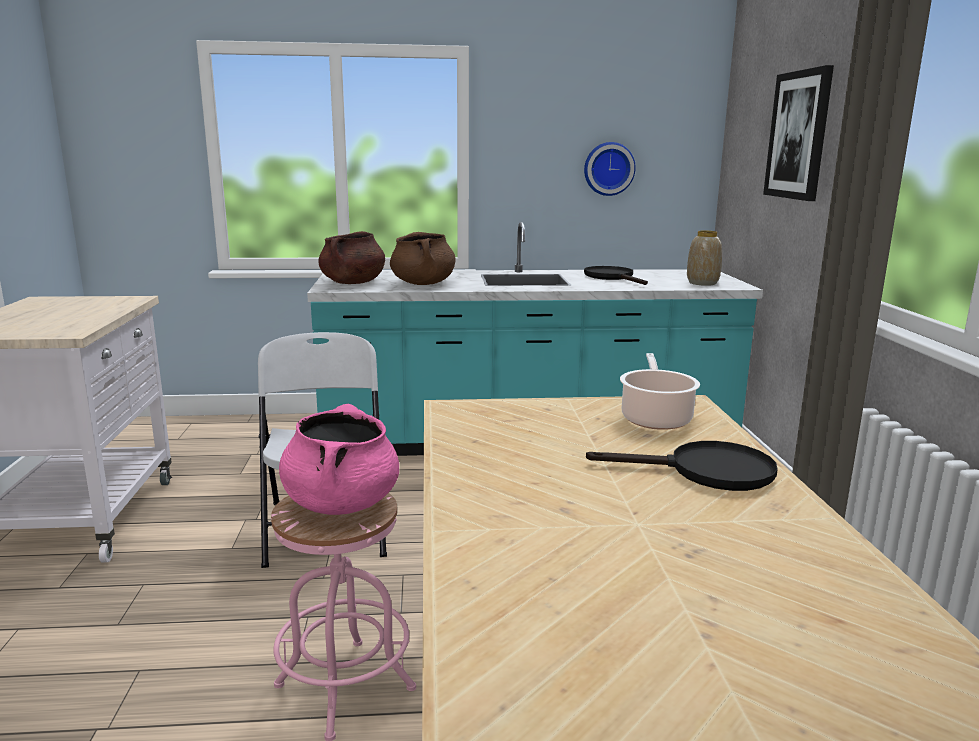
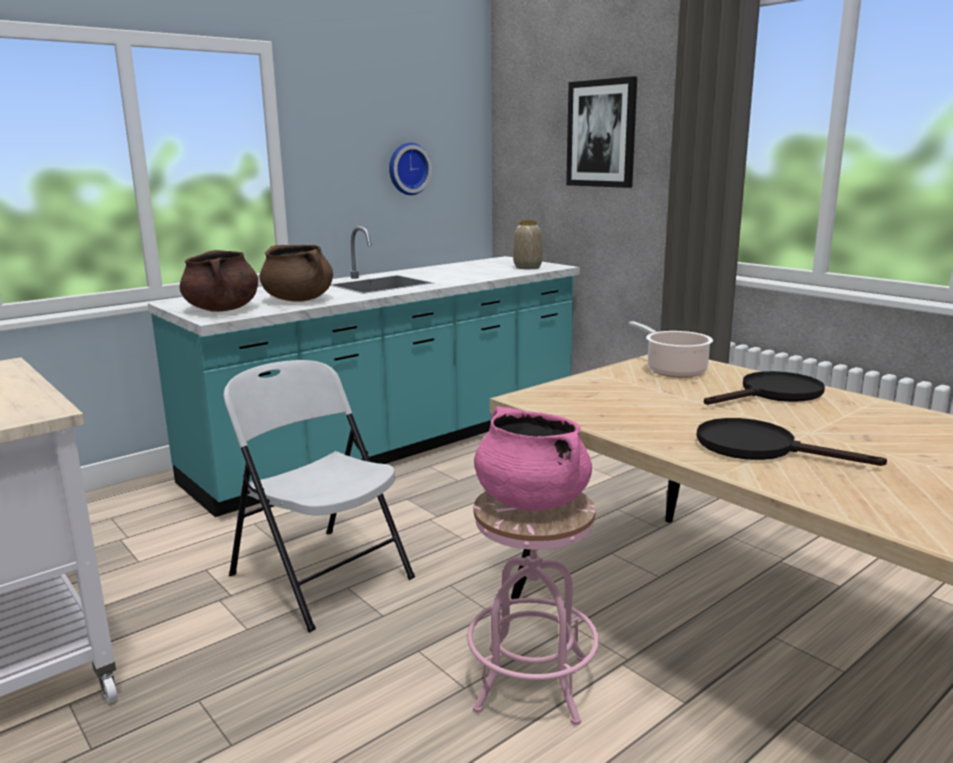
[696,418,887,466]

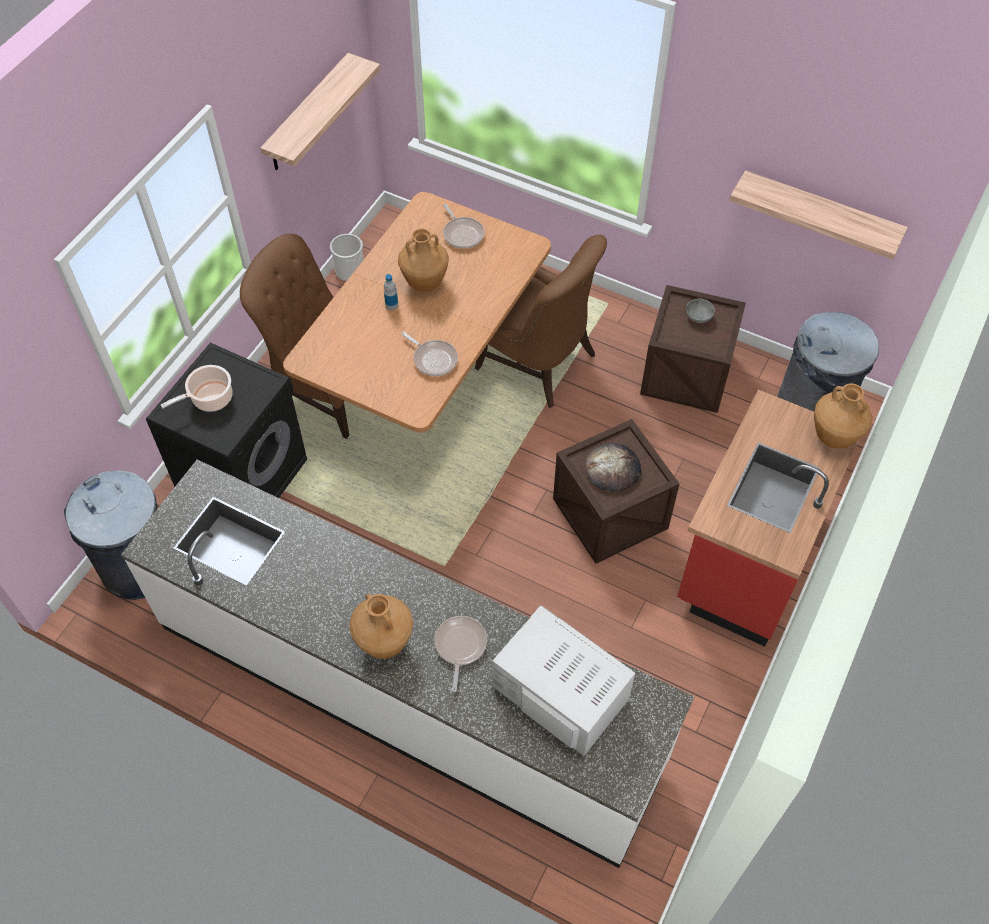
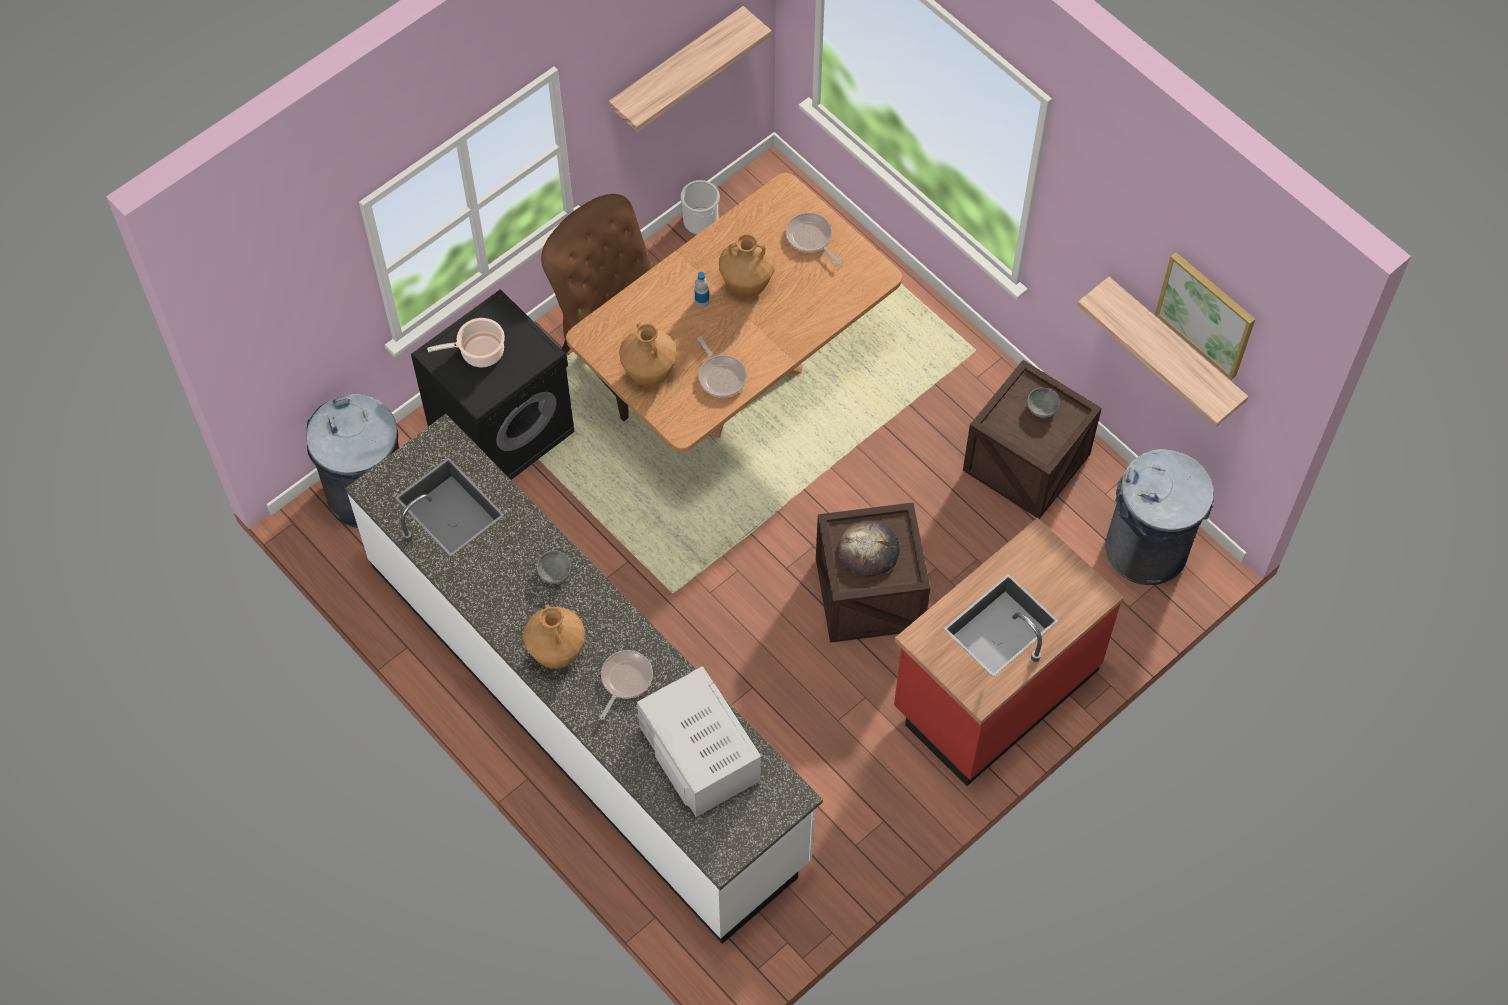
[786,213,841,265]
[475,234,607,408] (first image)
[619,323,677,387]
[537,550,571,584]
[1155,252,1255,380]

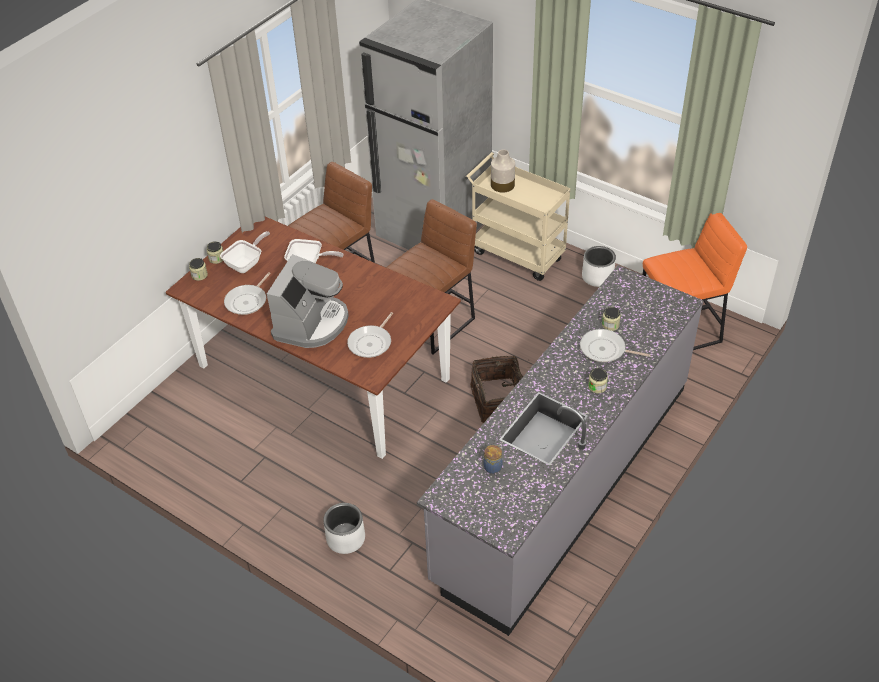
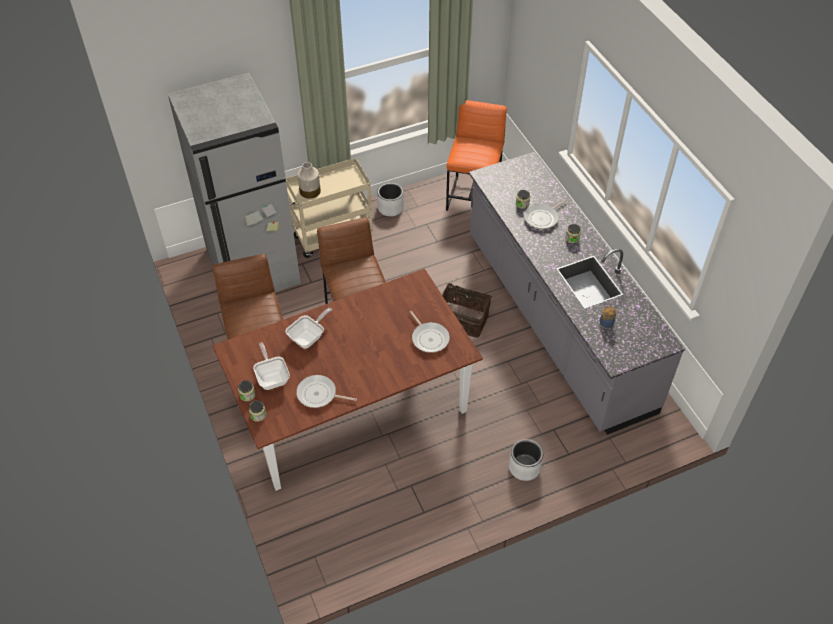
[296,375,357,408]
[267,254,349,348] (first image)

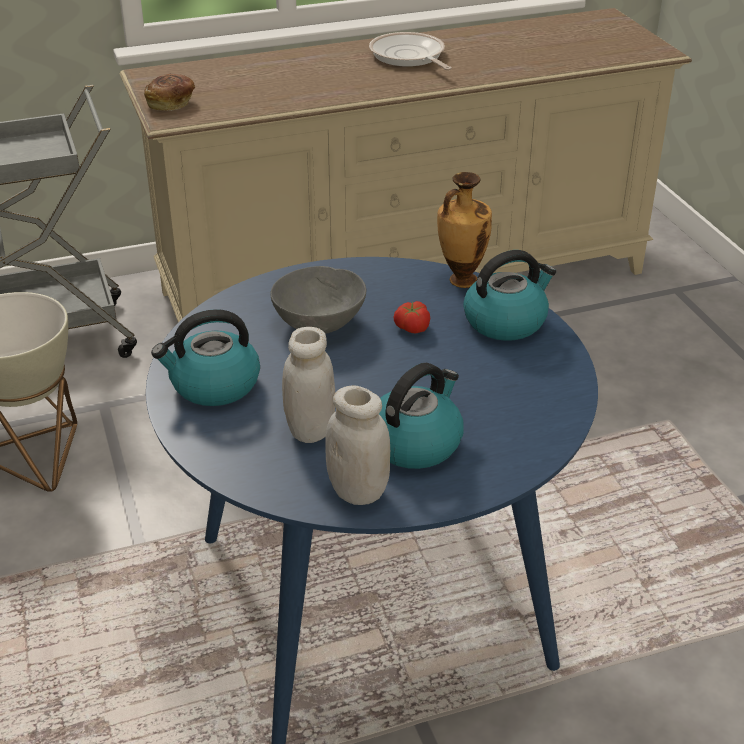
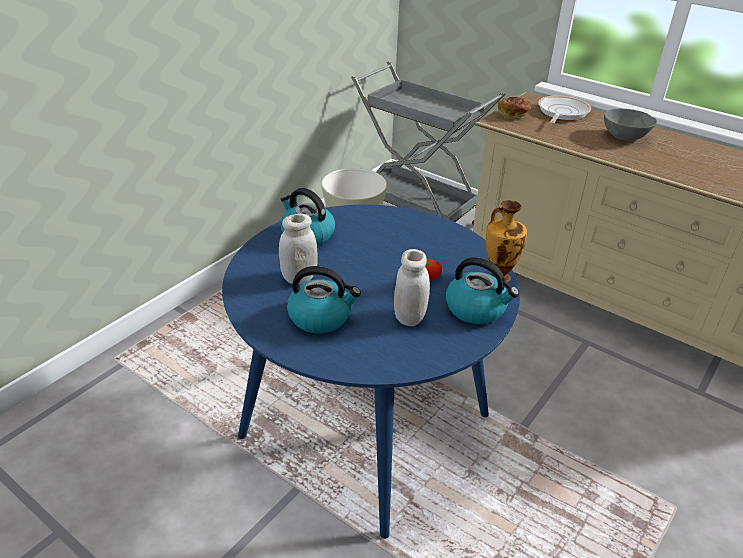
[604,109,657,141]
[394,249,430,326]
[538,96,591,123]

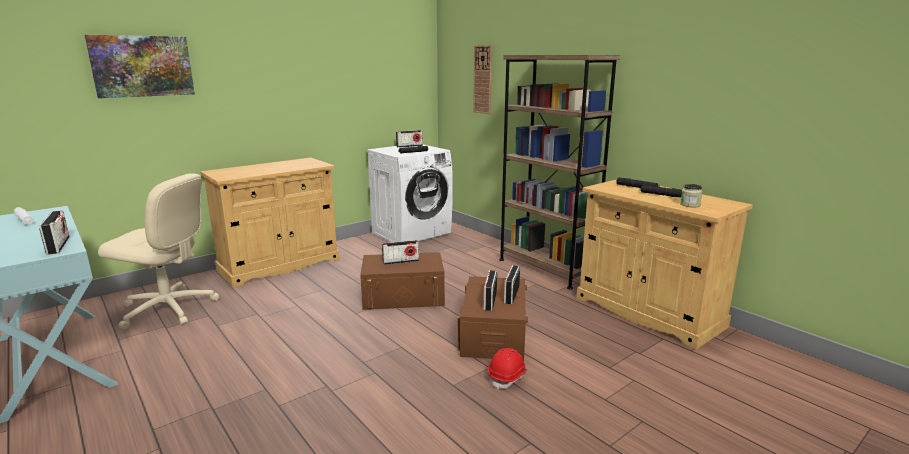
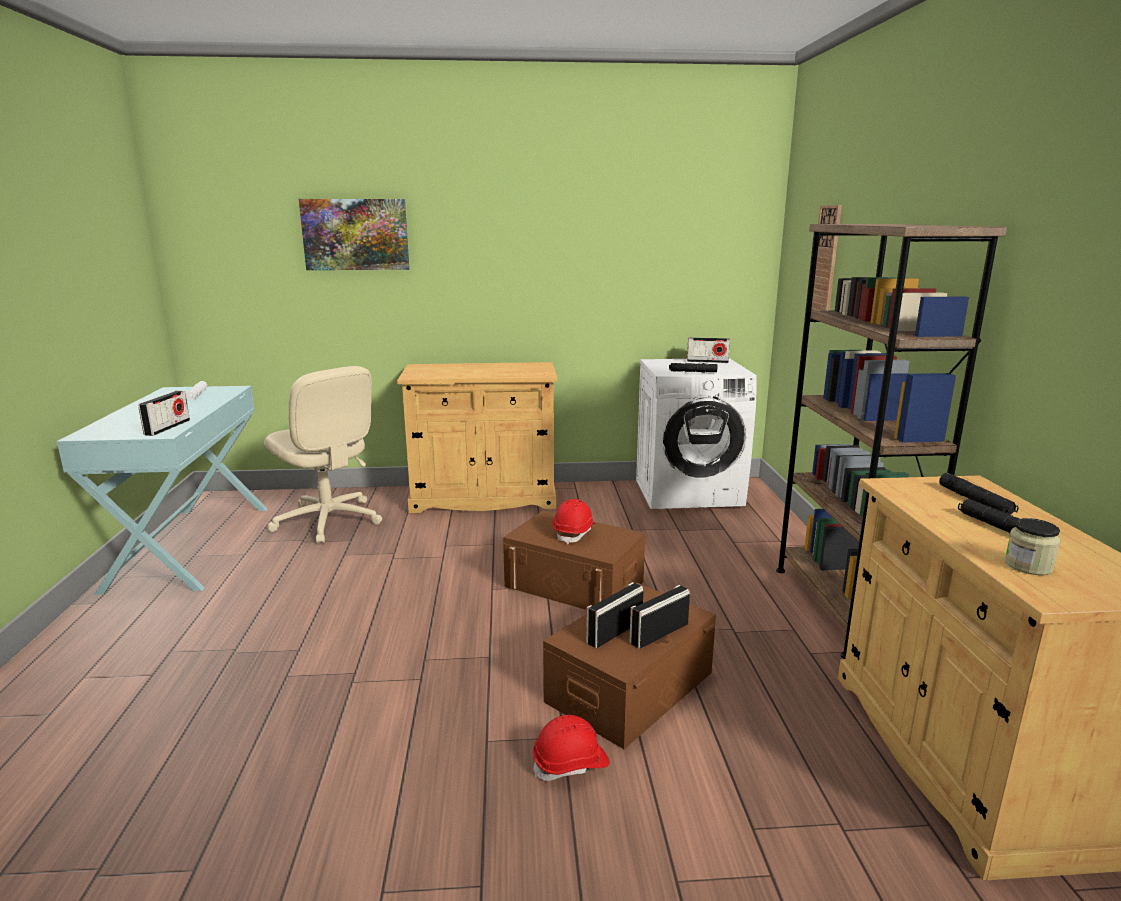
[552,499,595,545]

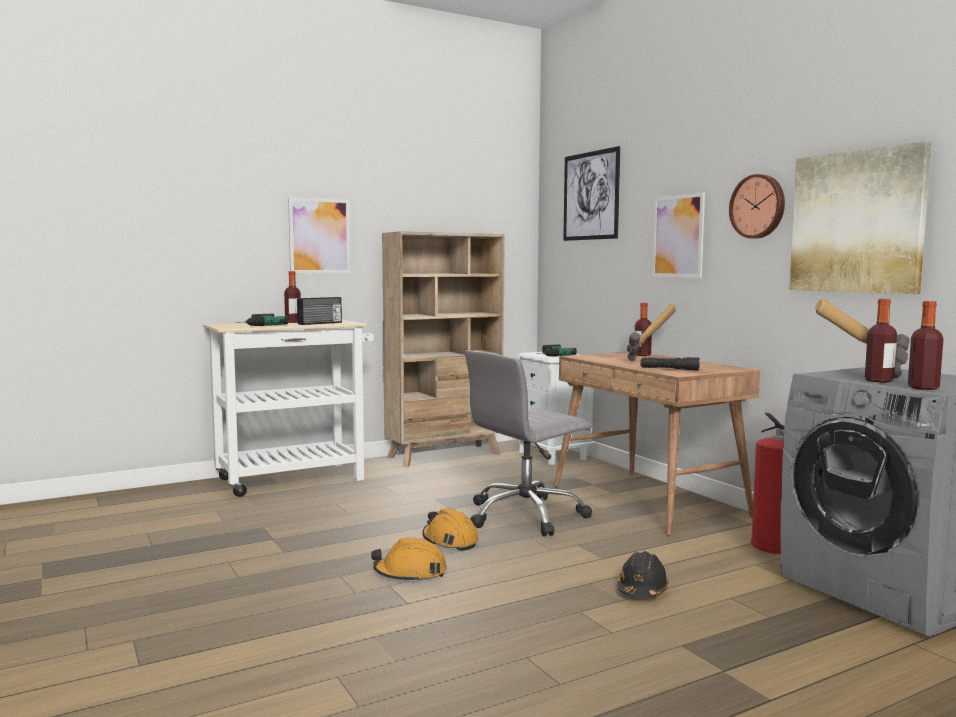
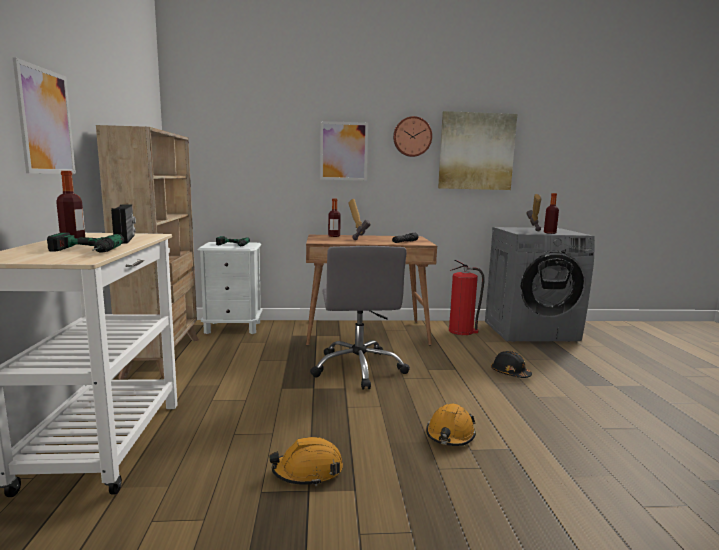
[269,437,343,486]
[563,146,620,241] (first image)
[908,301,943,390] (first image)

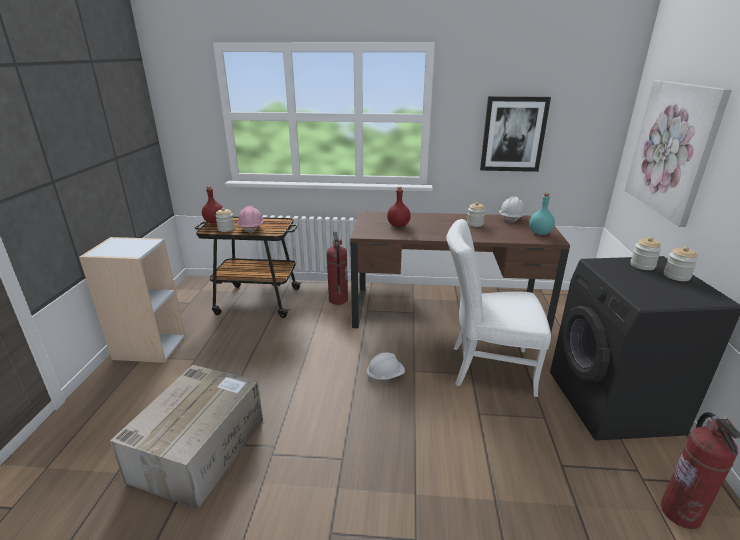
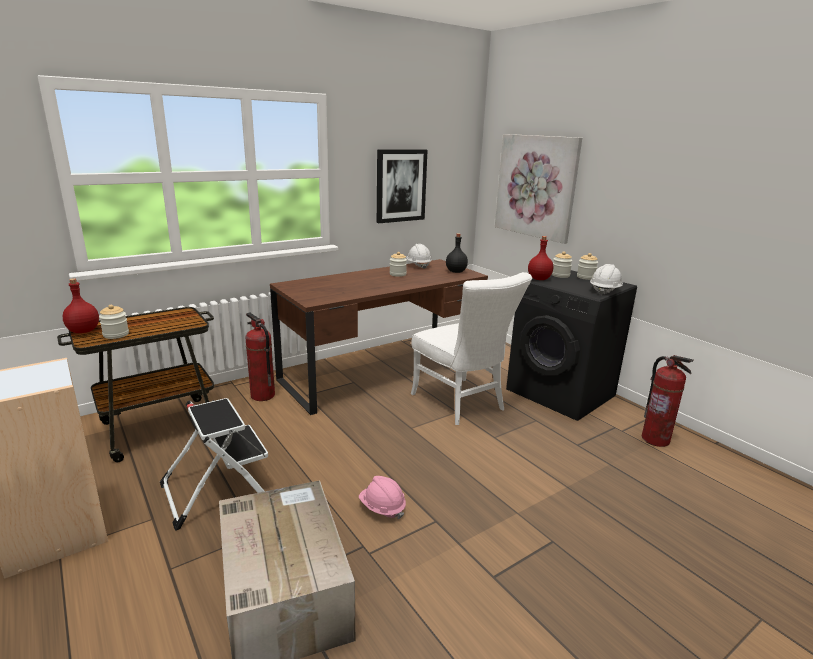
[359,476,406,519]
[590,264,623,295]
[528,236,553,280]
[411,272,532,425]
[446,233,468,273]
[160,398,268,531]

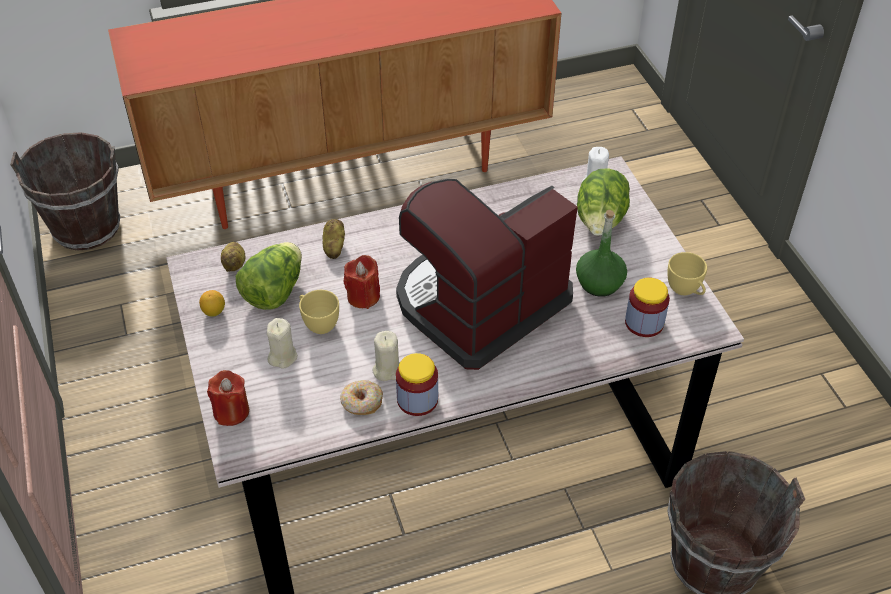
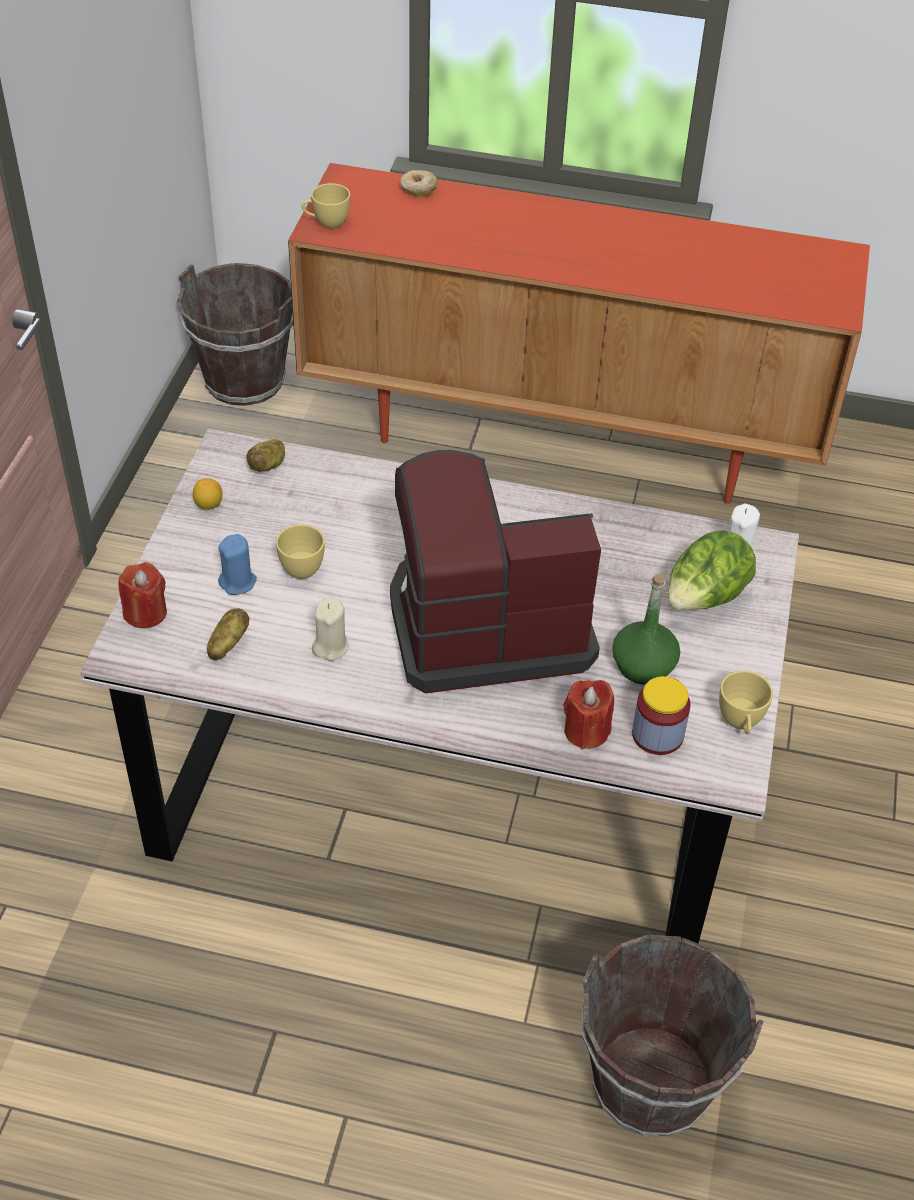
[236,242,302,310] (first image)
[218,534,257,595]
[207,608,249,660]
[400,170,438,198]
[563,680,614,750]
[396,353,438,416] (first image)
[302,183,350,228]

